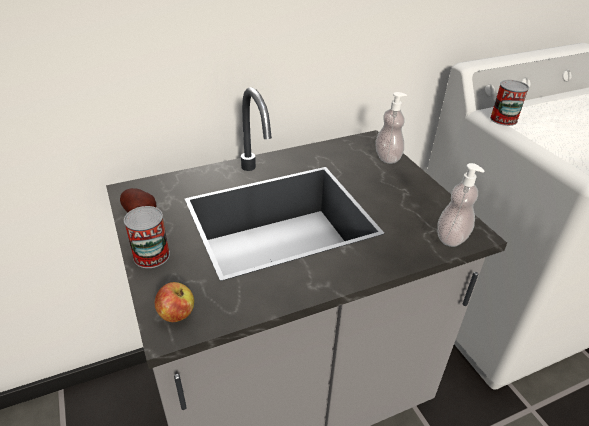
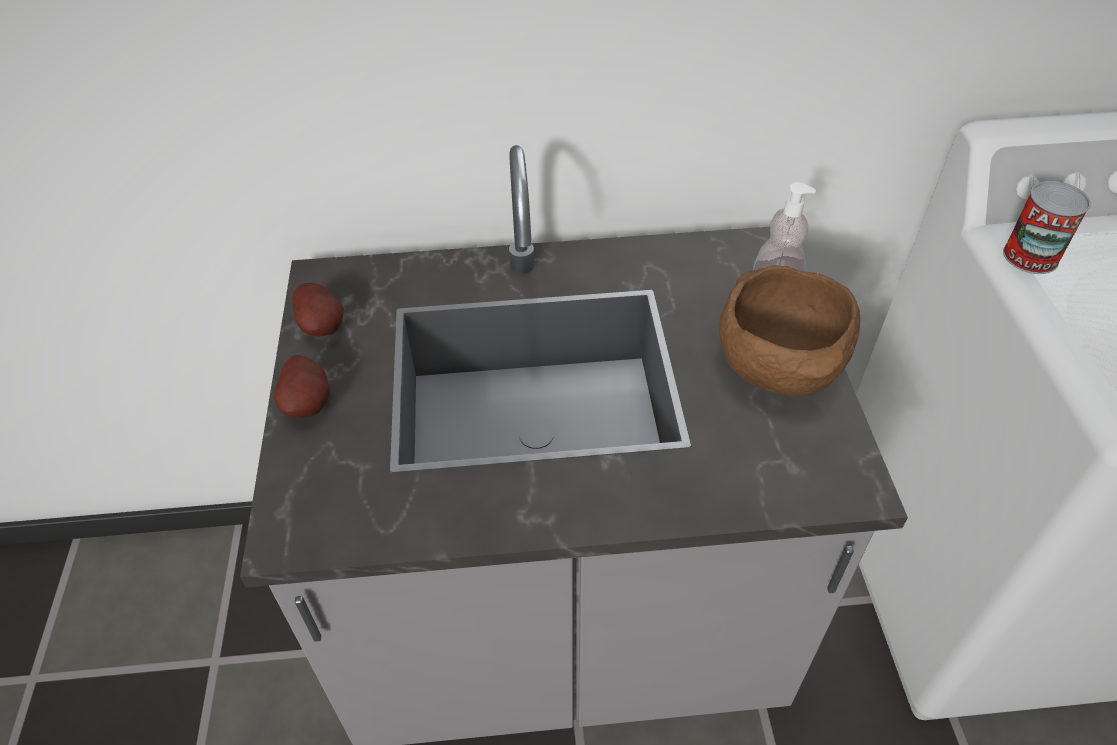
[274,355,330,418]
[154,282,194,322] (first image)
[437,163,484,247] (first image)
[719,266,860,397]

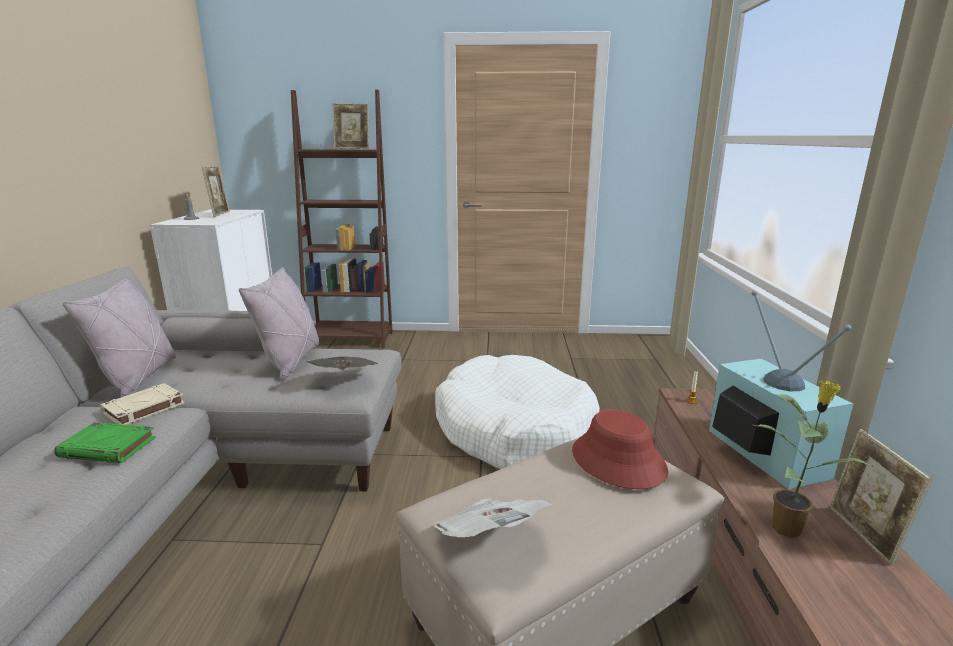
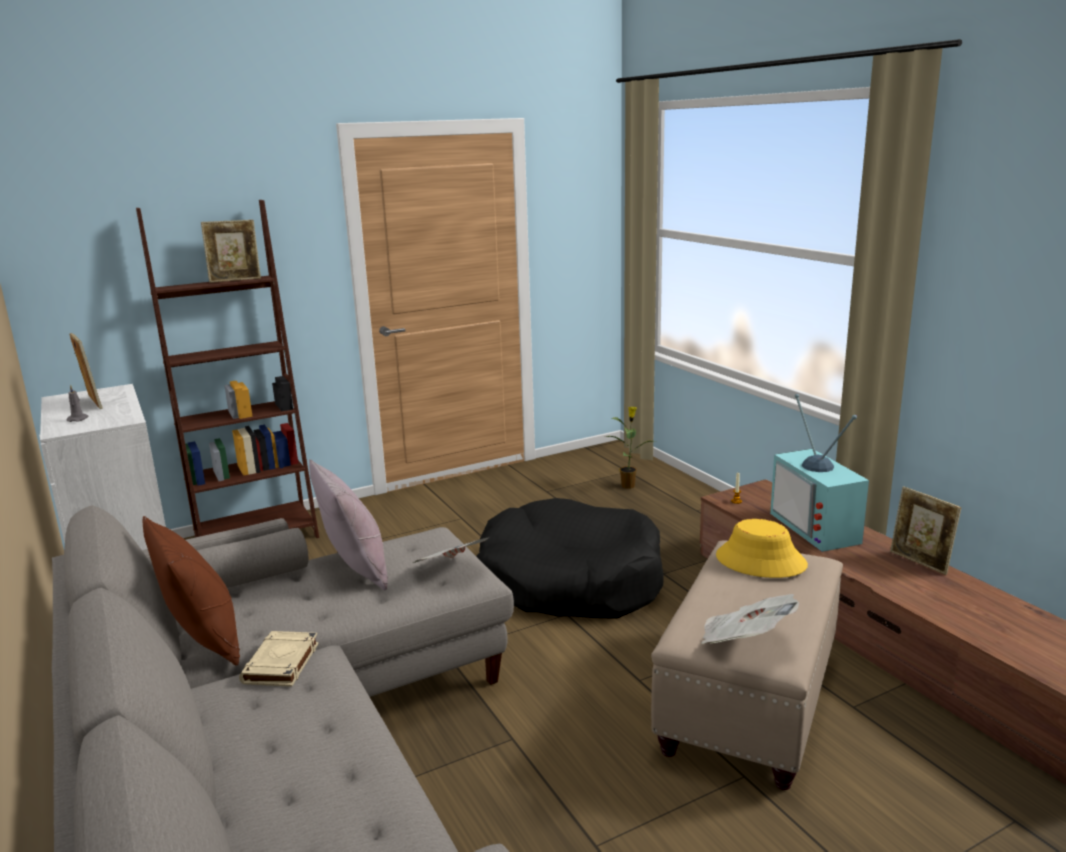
[54,422,156,463] (first image)
[143,516,240,666]
[477,498,664,619]
[716,519,808,578]
[770,394,869,552]
[606,407,657,489]

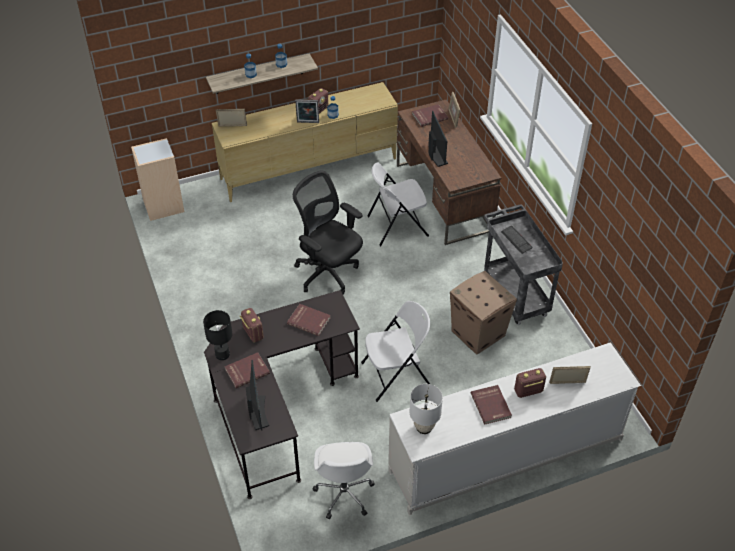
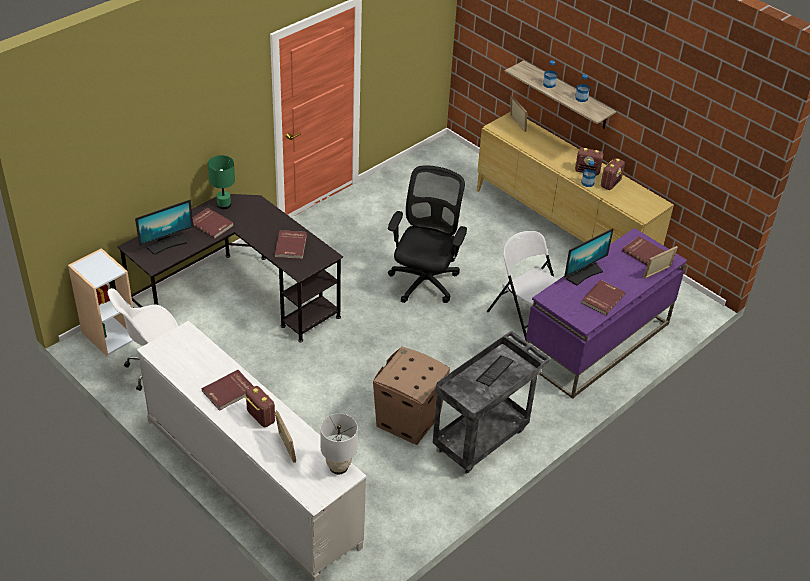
[68,248,133,356]
[208,155,235,209]
[601,158,625,190]
[295,100,319,123] (first image)
[361,301,430,402] (first image)
[526,228,687,399]
[320,414,358,474]
[581,280,625,315]

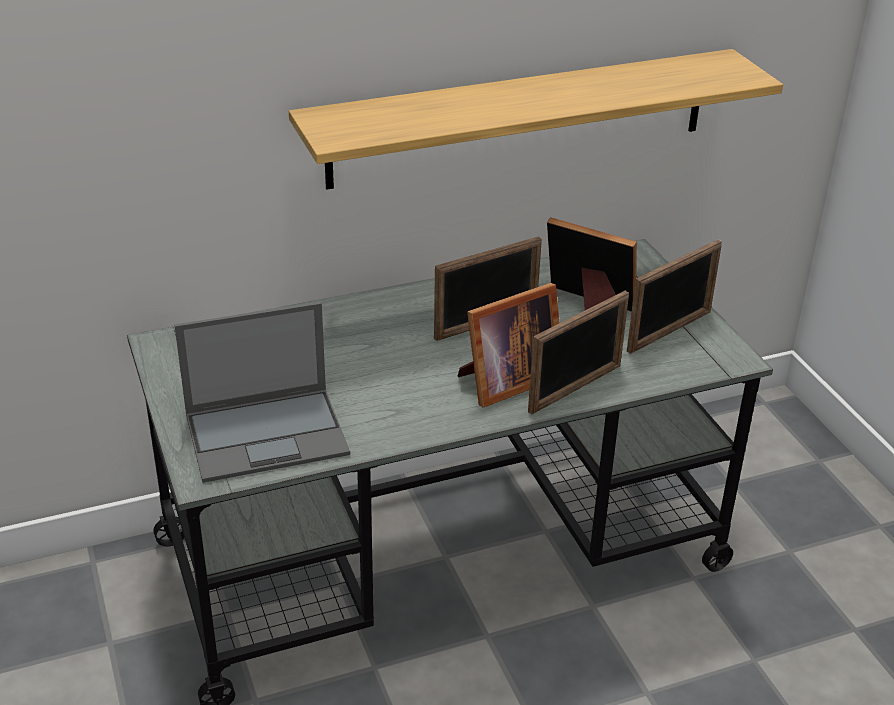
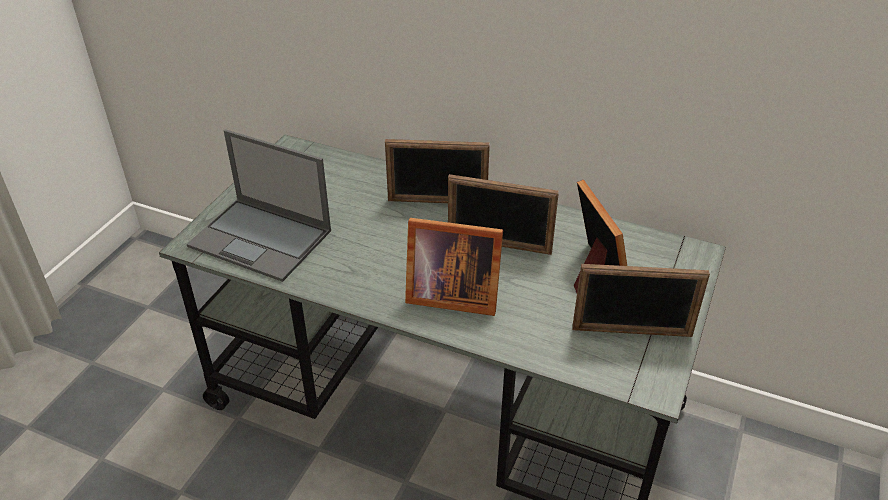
[289,49,783,190] (first image)
[385,139,490,203]

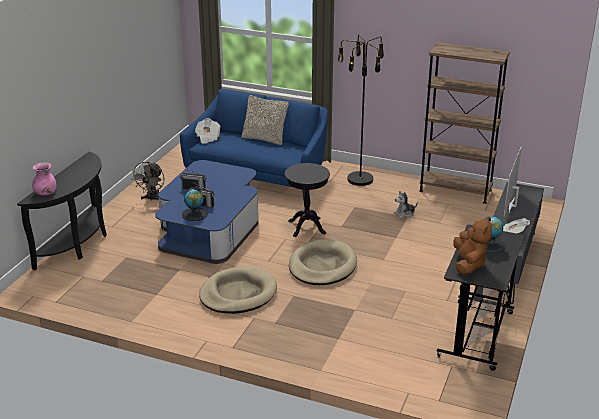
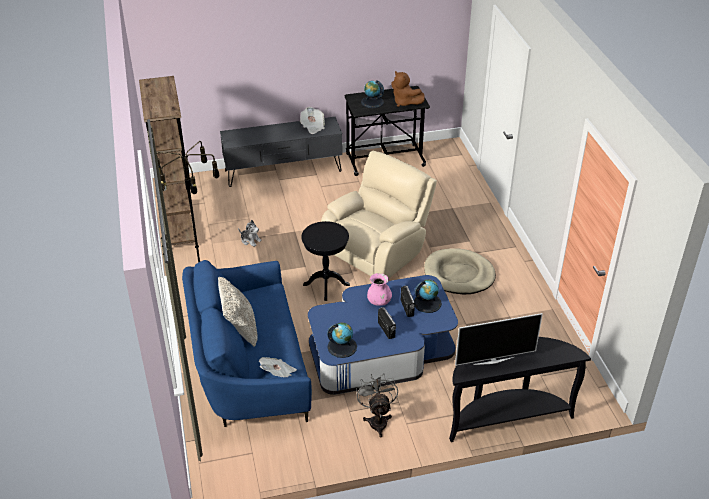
[367,273,392,306]
[356,373,398,438]
[321,151,437,278]
[391,71,425,107]
[455,313,543,366]
[327,323,357,358]

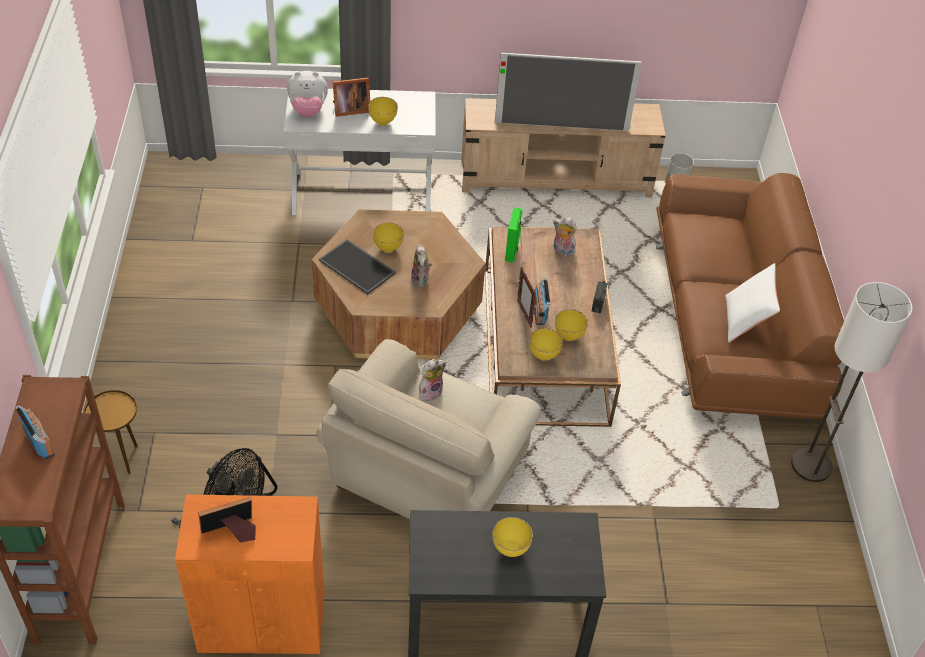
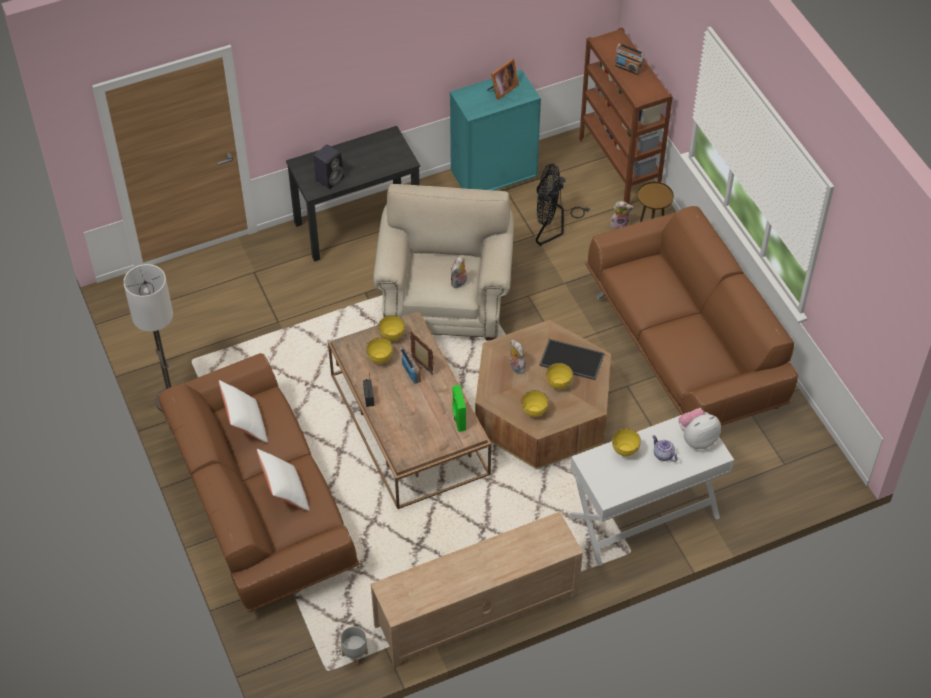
[450,69,541,191]
[652,435,677,462]
[521,390,549,417]
[495,52,642,131] (first image)
[611,201,634,229]
[257,449,309,511]
[314,144,344,189]
[585,206,798,426]

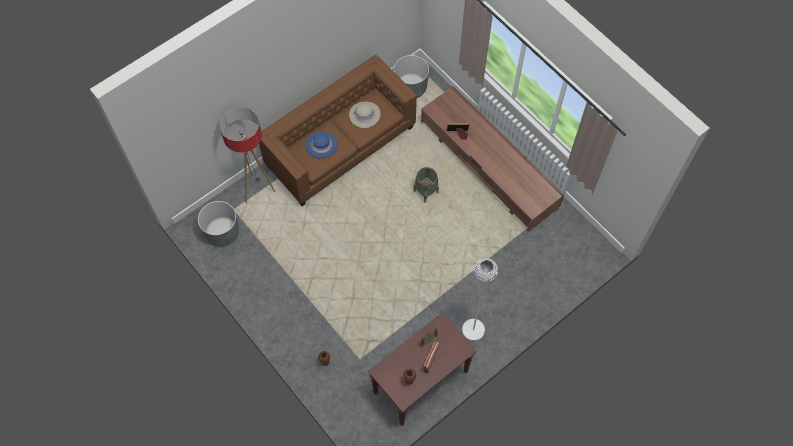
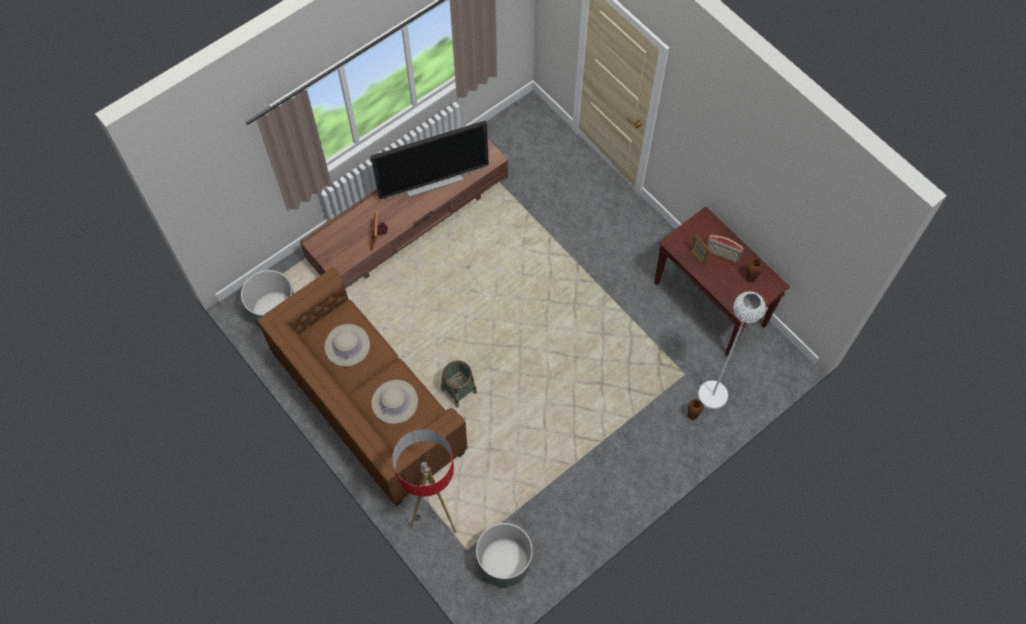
[371,380,418,424]
[441,360,477,408]
[698,291,766,409]
[371,121,489,200]

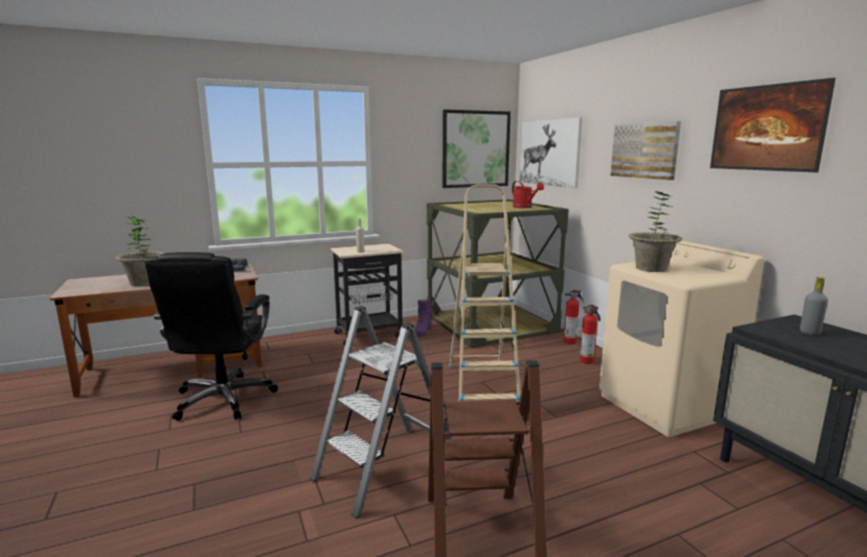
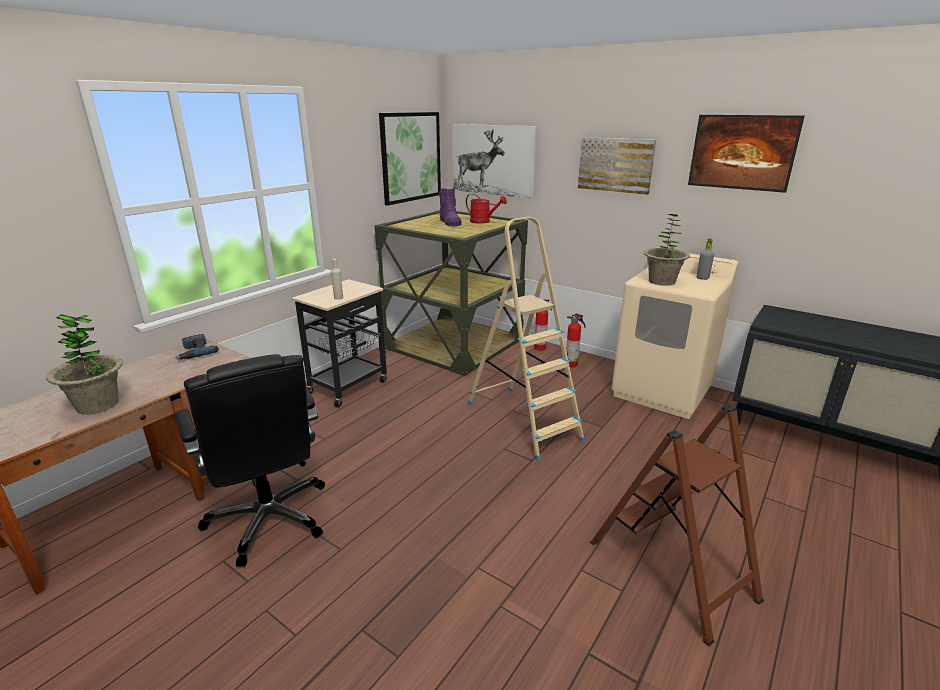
[309,306,452,519] (first image)
[439,188,461,226]
[697,239,714,280]

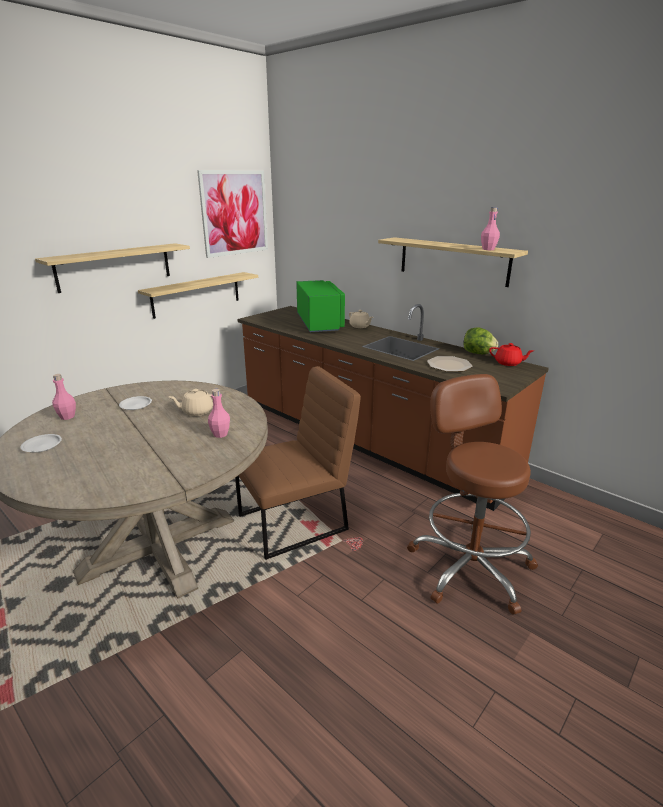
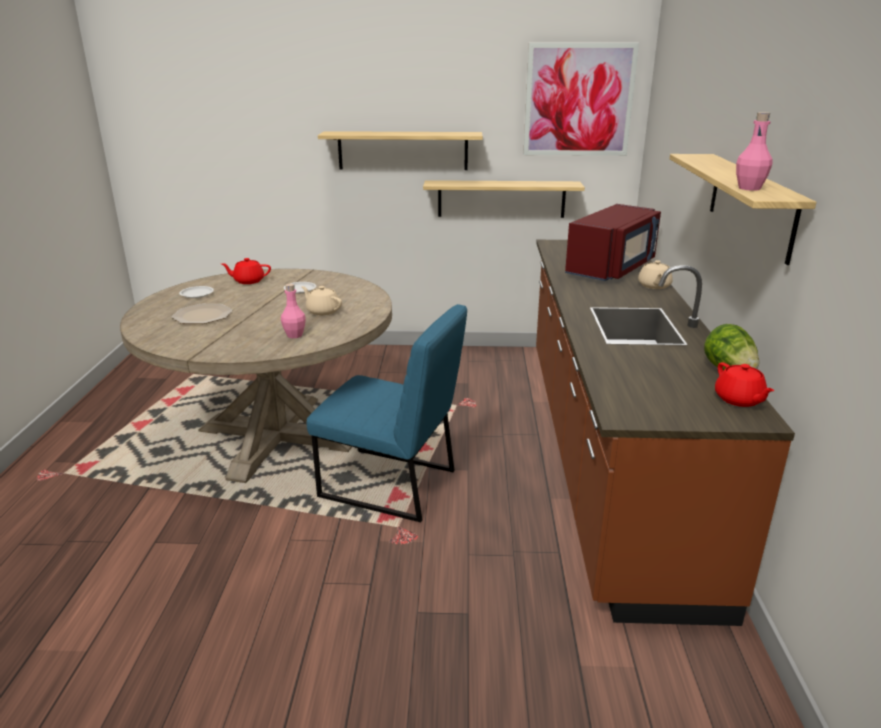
[221,258,271,284]
[307,304,467,522]
[565,204,661,281]
[407,374,538,615] (first image)
[172,304,232,324]

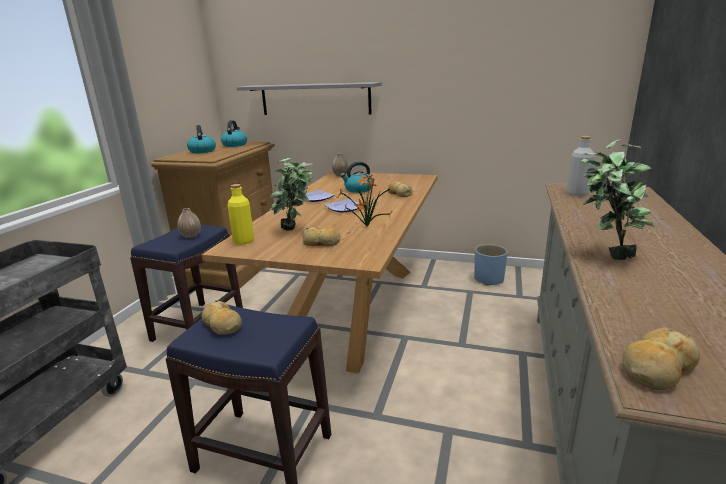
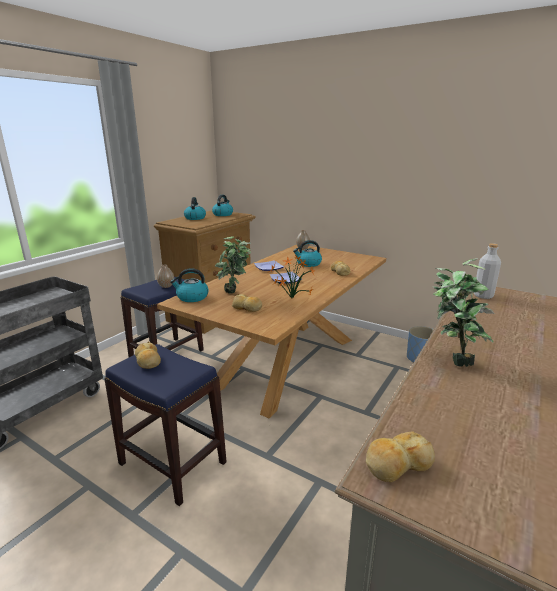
[170,268,209,302]
[236,82,382,115] (first image)

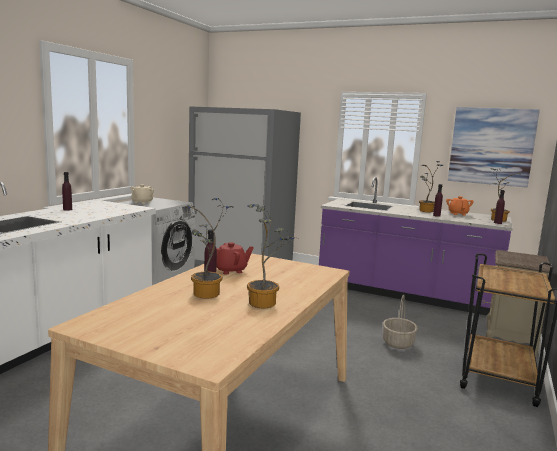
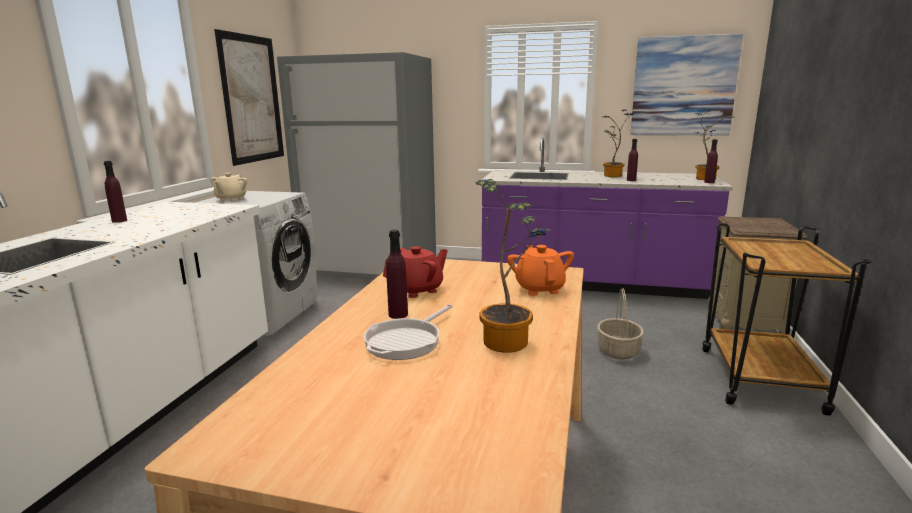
[364,304,453,360]
[507,245,574,296]
[214,29,284,166]

